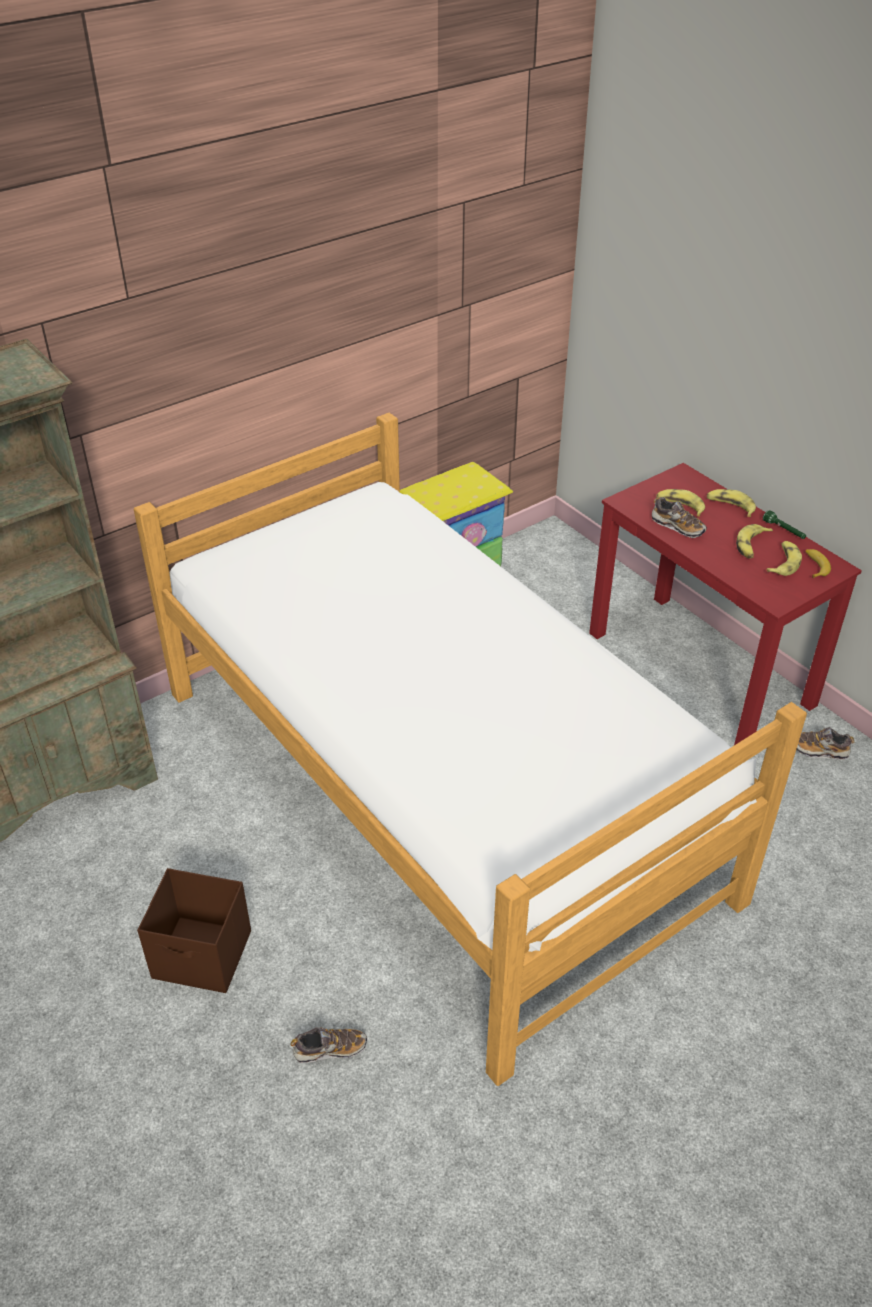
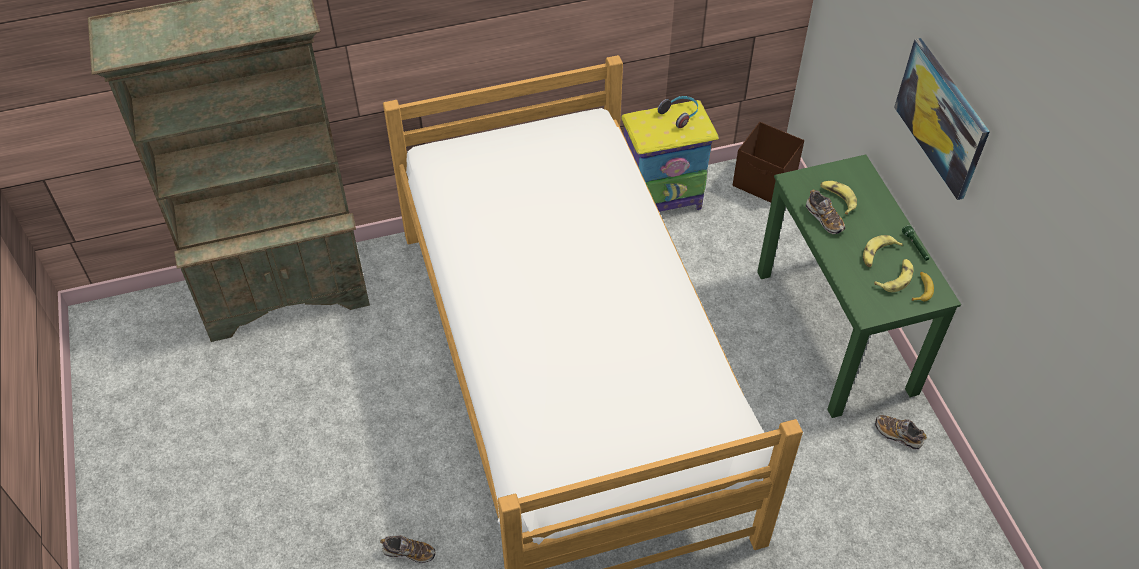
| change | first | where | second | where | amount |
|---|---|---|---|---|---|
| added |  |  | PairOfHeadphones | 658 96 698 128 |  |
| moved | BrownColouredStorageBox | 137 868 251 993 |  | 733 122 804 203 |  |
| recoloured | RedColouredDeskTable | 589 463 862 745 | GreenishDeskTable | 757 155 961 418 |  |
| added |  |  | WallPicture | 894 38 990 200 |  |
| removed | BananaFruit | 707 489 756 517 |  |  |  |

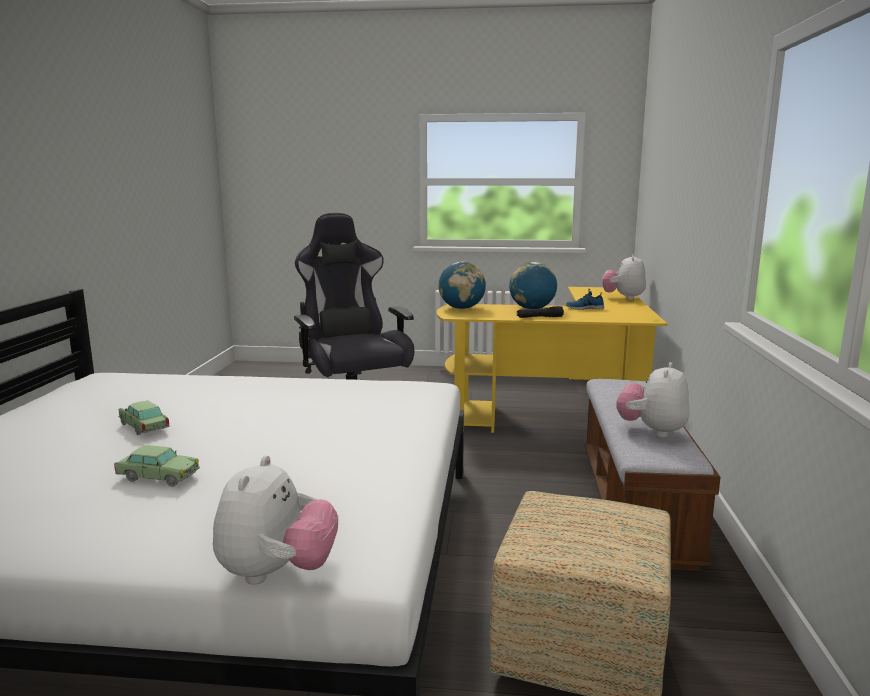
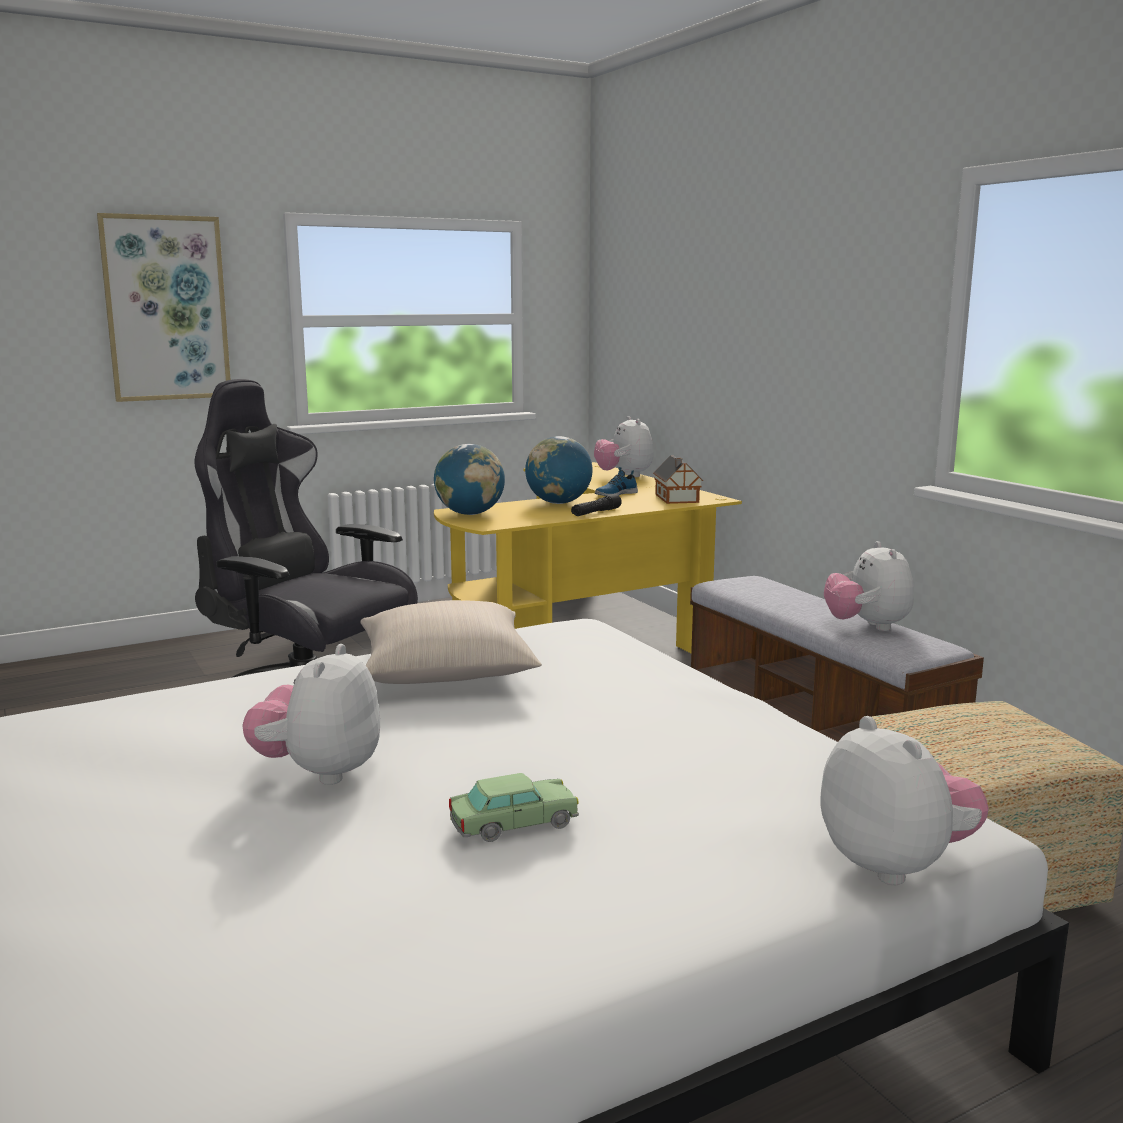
| change | first | where | second | where | amount |
|---|---|---|---|---|---|
| added |  |  | WallPicture | 97 213 231 402 |  |
| replaced | ModelCar | 118 401 170 435 | CuddlyToy | 242 644 380 785 |  |
| added |  |  | BeigeColouredThrowPillow | 361 600 542 684 |  |
| added |  |  | MiniatureHouse | 653 455 703 504 |  |

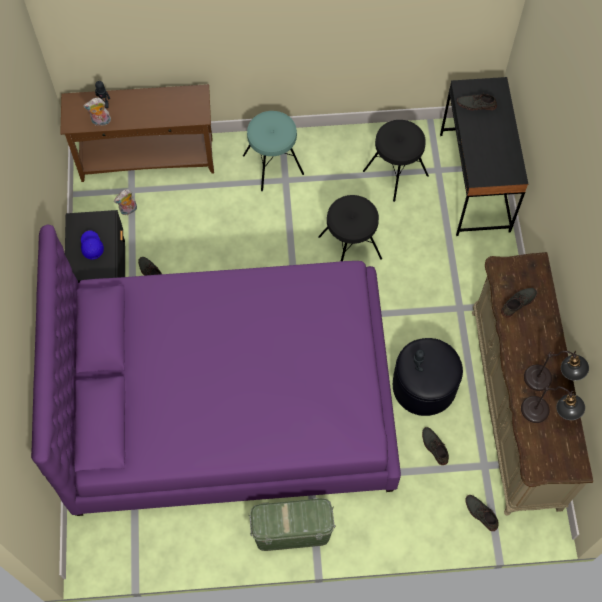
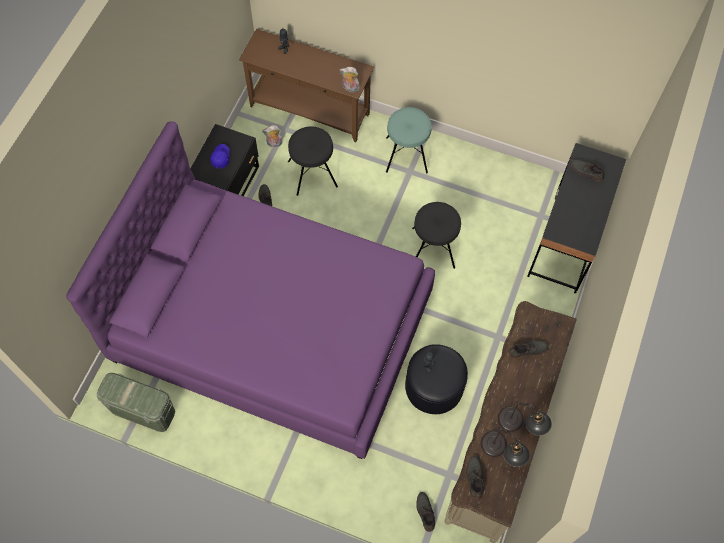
| change | first | where | second | where | amount |
|---|---|---|---|---|---|
| moved | GreenishStorageBox | 249 498 336 551 |  | 97 373 175 432 |  |
| moved | BlackSittingStool | 363 120 429 202 |  | 288 126 338 196 |  |
| moved | CuddlyToy | 83 98 111 126 |  | 340 67 359 94 |  |
| moved | GrayLowShoe | 422 427 449 465 |  | 466 455 484 500 |  |

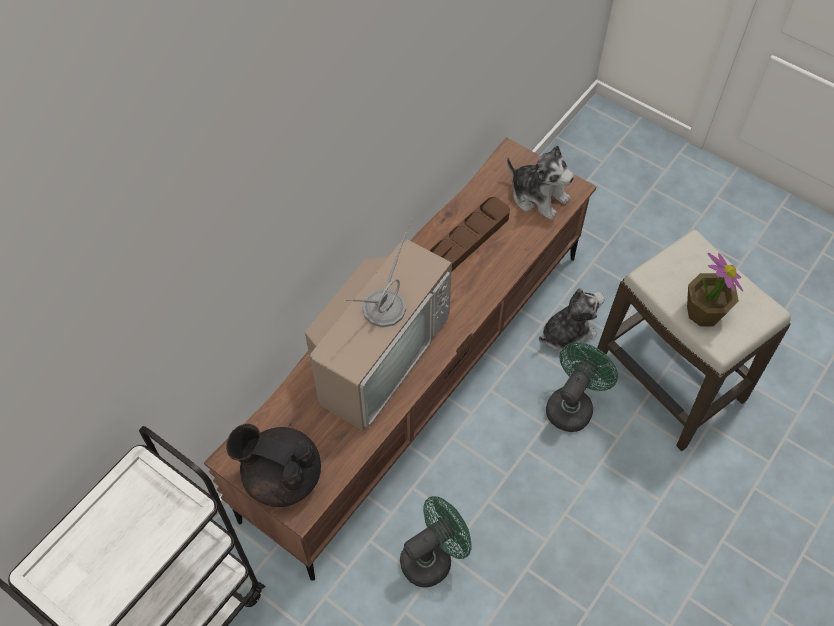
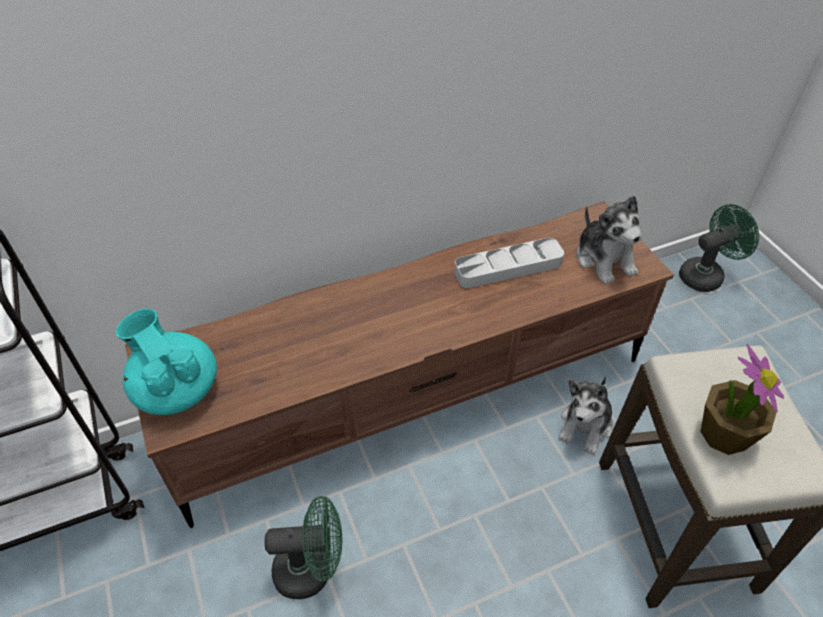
| change | first | where | second | where | amount |
|---|---|---|---|---|---|
| recoloured | BlackPotForTea | 226 424 321 507 | TurquoisePotForTea | 116 308 217 415 |  |
| recoloured | BrownColouredTray | 429 197 510 271 | GrayTray | 454 238 564 288 |  |
| turned | CuddlyToy | 539 288 605 354 |  | 559 377 613 455 | 120 degrees clockwise |
| moved | GreenishElectricFan | 546 342 618 432 |  | 679 204 759 292 |  |
| removed | Television | 305 218 452 431 |  |  |  |

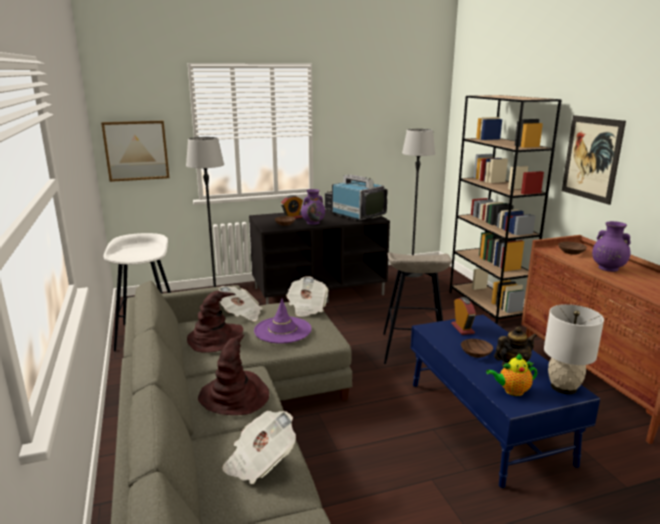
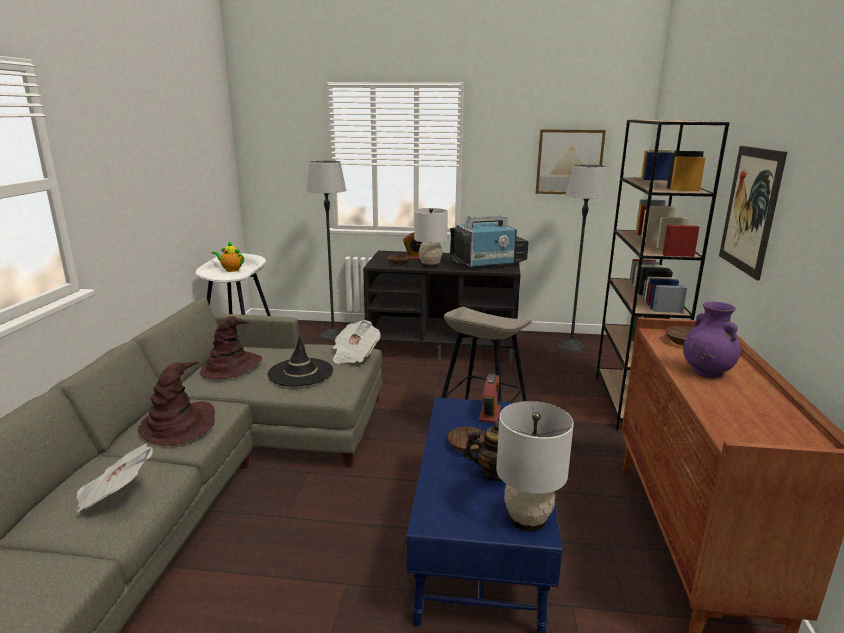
| change | first | where | second | where | amount |
|---|---|---|---|---|---|
| moved | PotForTea | 486 354 537 396 |  | 212 242 244 272 |  |
| recoloured | PurpleColouredWearableHat | 254 298 312 344 | BlackWearableHat | 267 336 333 386 |  |
| replaced | PurpleColouredFlowerVase | 301 189 325 225 | WhiteTableLamp | 414 208 448 268 |  |
| turned | Television | 325 174 388 221 |  | 450 215 529 269 | 90 degrees clockwise |
| moved | WallPicture | 101 121 170 182 |  | 536 129 606 194 |  |
| removed | DailyPaper | 219 286 262 321 |  |  |  |

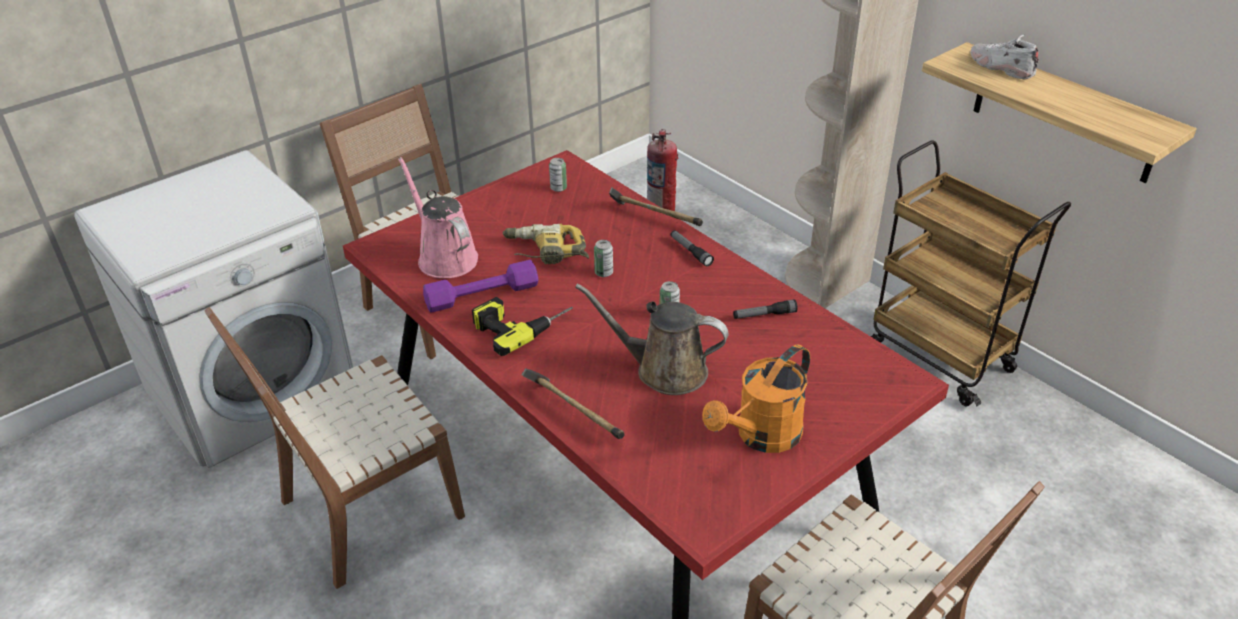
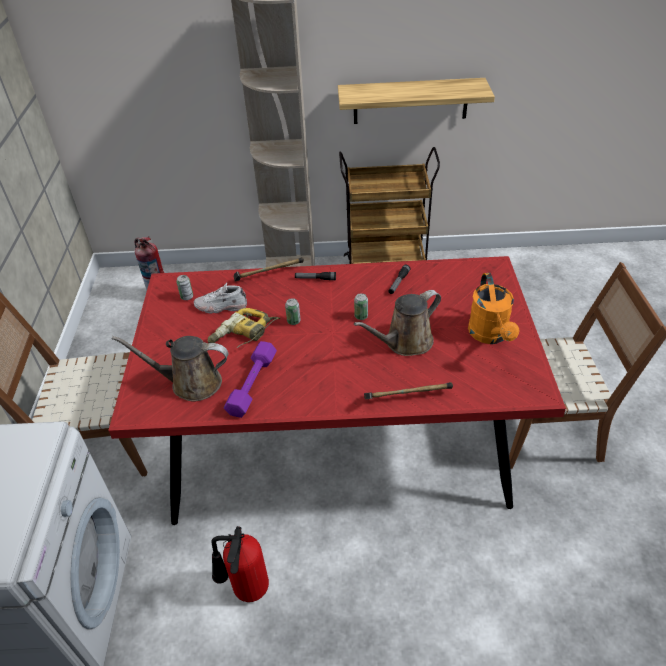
| change | first | where | second | where | amount |
|---|---|---|---|---|---|
| recoloured | PinkSprinklingCan | 398 157 478 278 | BrownColouredSprinklingCan | 112 336 228 402 |  |
| moved | WhiteLowShoe | 970 34 1039 79 |  | 194 282 247 314 |  |
| replaced | UprightChair | 204 307 465 589 | Extinguisher | 212 526 269 602 |  |
| removed | ElectricDrill | 472 297 573 356 |  |  |  |

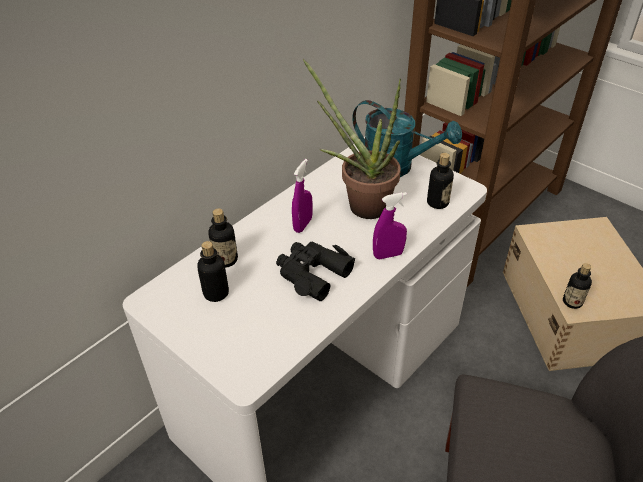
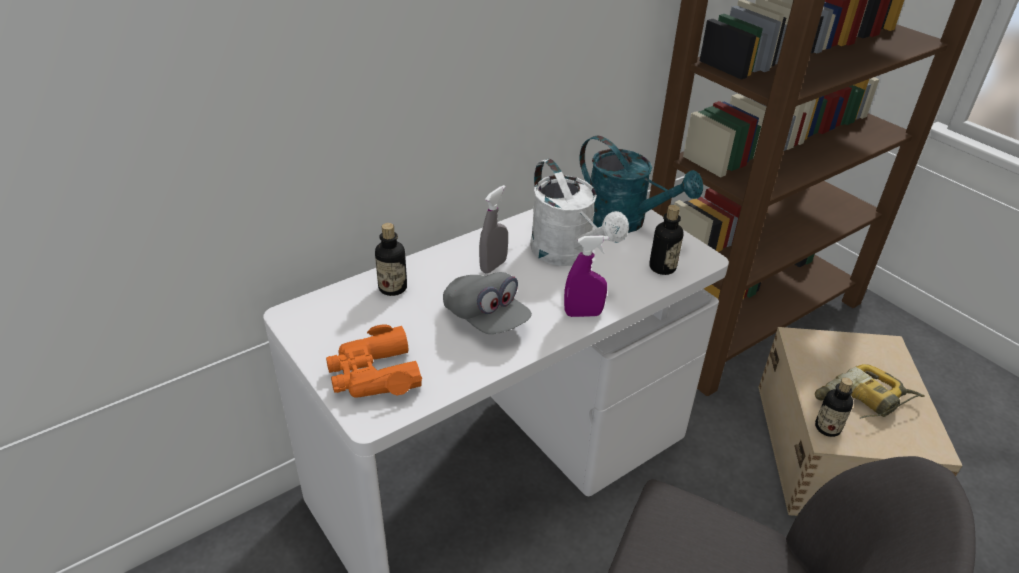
| change | first | where | second | where | amount |
|---|---|---|---|---|---|
| added |  |  | OrangeColouredFieldGlasses | 326 325 422 398 |  |
| replaced | BlackFieldGlasses | 276 242 355 301 | GrayCap | 443 272 532 334 |  |
| recoloured | PurpleColouredSprayBottle | 292 159 313 233 | GraySprayBottle | 479 185 508 273 |  |
| replaced | PlantInAPot | 303 59 401 219 | WhiteSprinklingCan | 530 159 629 266 |  |
| added |  |  | ElectricDrill | 815 364 924 419 |  |
| removed | BeverageBottle | 197 241 229 302 |  |  |  |

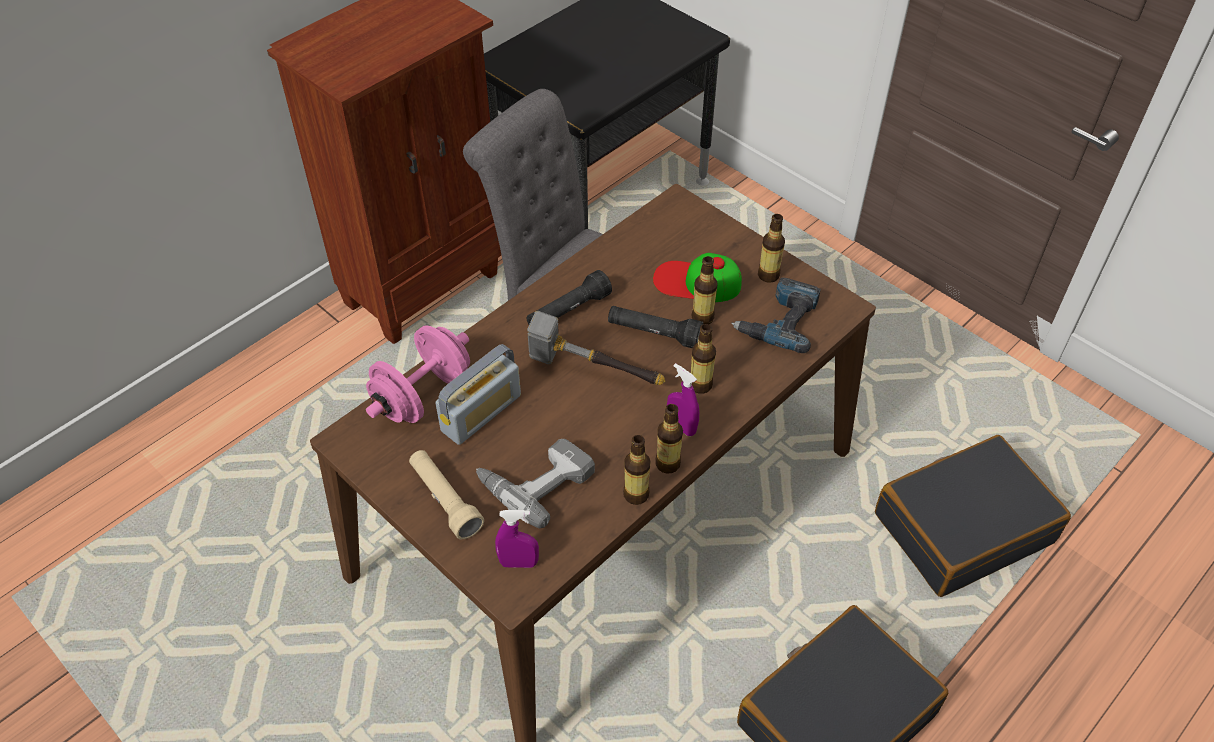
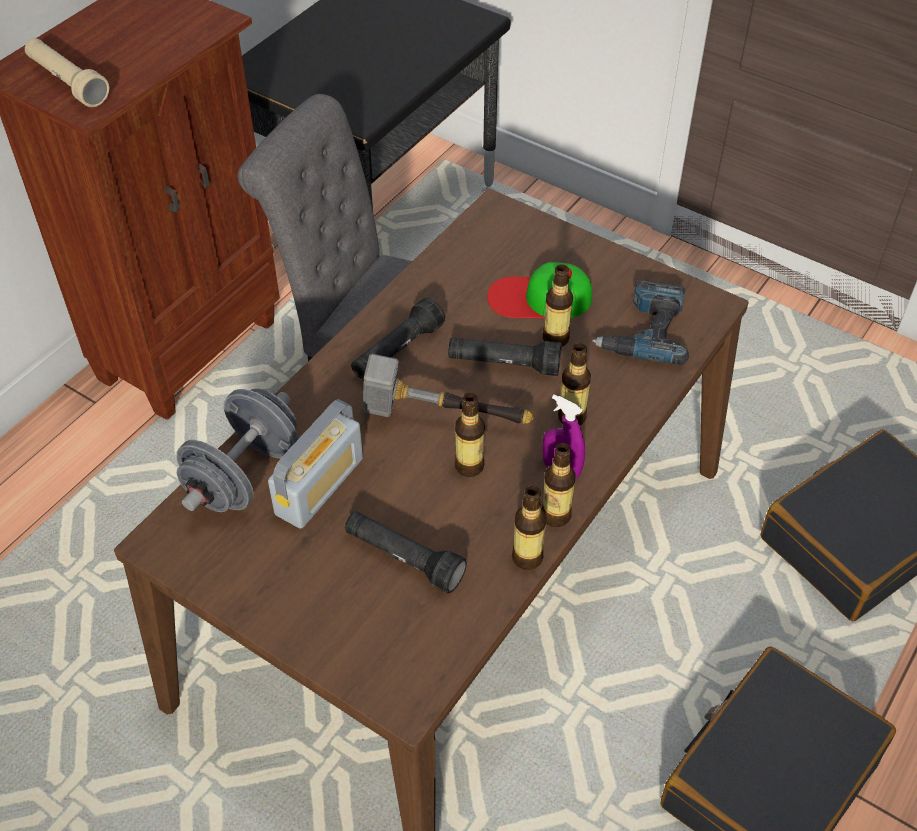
| change | first | where | second | where | amount |
|---|---|---|---|---|---|
| moved | BeigeColouredTorch | 409 450 484 539 |  | 25 38 109 107 |  |
| recoloured | PinkDumbbell | 366 325 470 423 | GrayDumbbell | 176 388 298 512 |  |
| replaced | ElectricDrill | 476 439 595 528 | BlackTorch | 345 511 467 594 |  |
| moved | BeverageBottle | 758 214 785 283 |  | 455 393 485 477 |  |
| removed | PurpleColouredSprayBottle | 495 510 539 568 |  |  |  |

